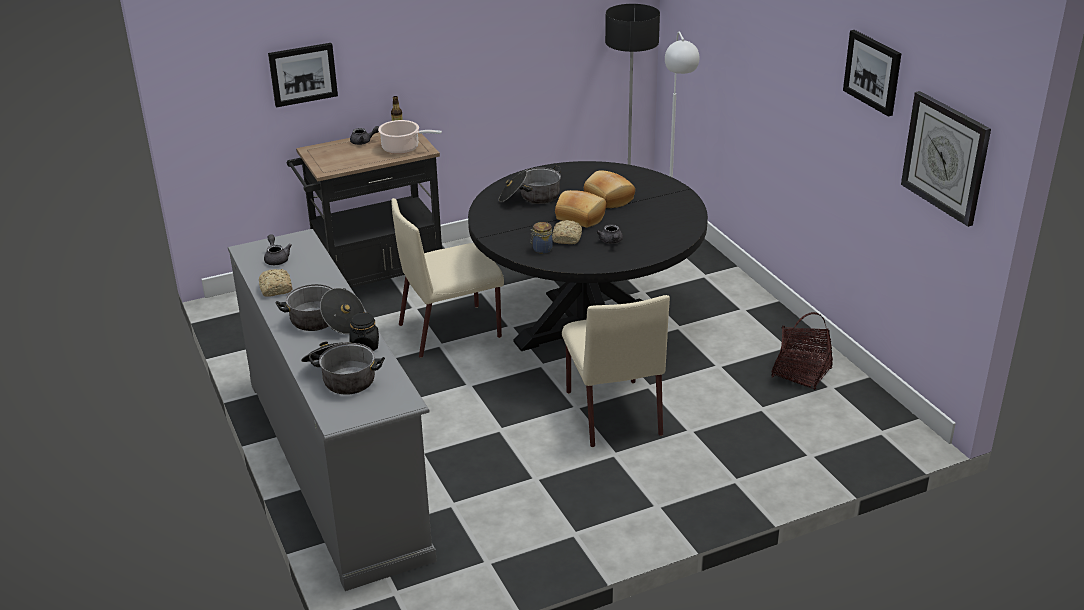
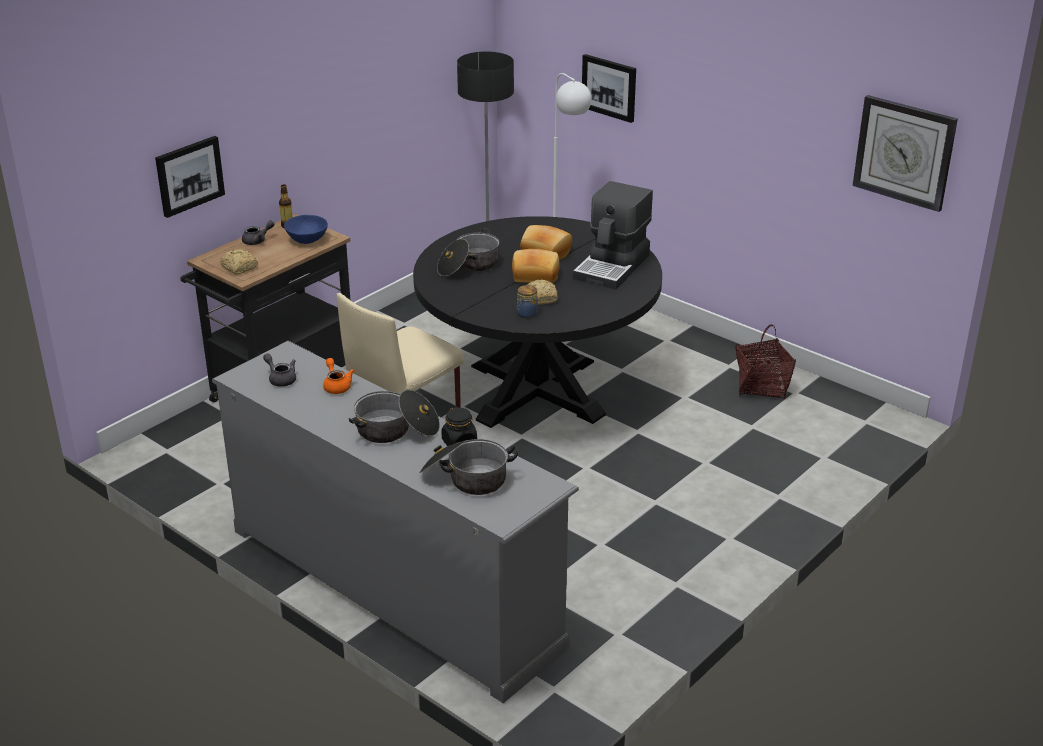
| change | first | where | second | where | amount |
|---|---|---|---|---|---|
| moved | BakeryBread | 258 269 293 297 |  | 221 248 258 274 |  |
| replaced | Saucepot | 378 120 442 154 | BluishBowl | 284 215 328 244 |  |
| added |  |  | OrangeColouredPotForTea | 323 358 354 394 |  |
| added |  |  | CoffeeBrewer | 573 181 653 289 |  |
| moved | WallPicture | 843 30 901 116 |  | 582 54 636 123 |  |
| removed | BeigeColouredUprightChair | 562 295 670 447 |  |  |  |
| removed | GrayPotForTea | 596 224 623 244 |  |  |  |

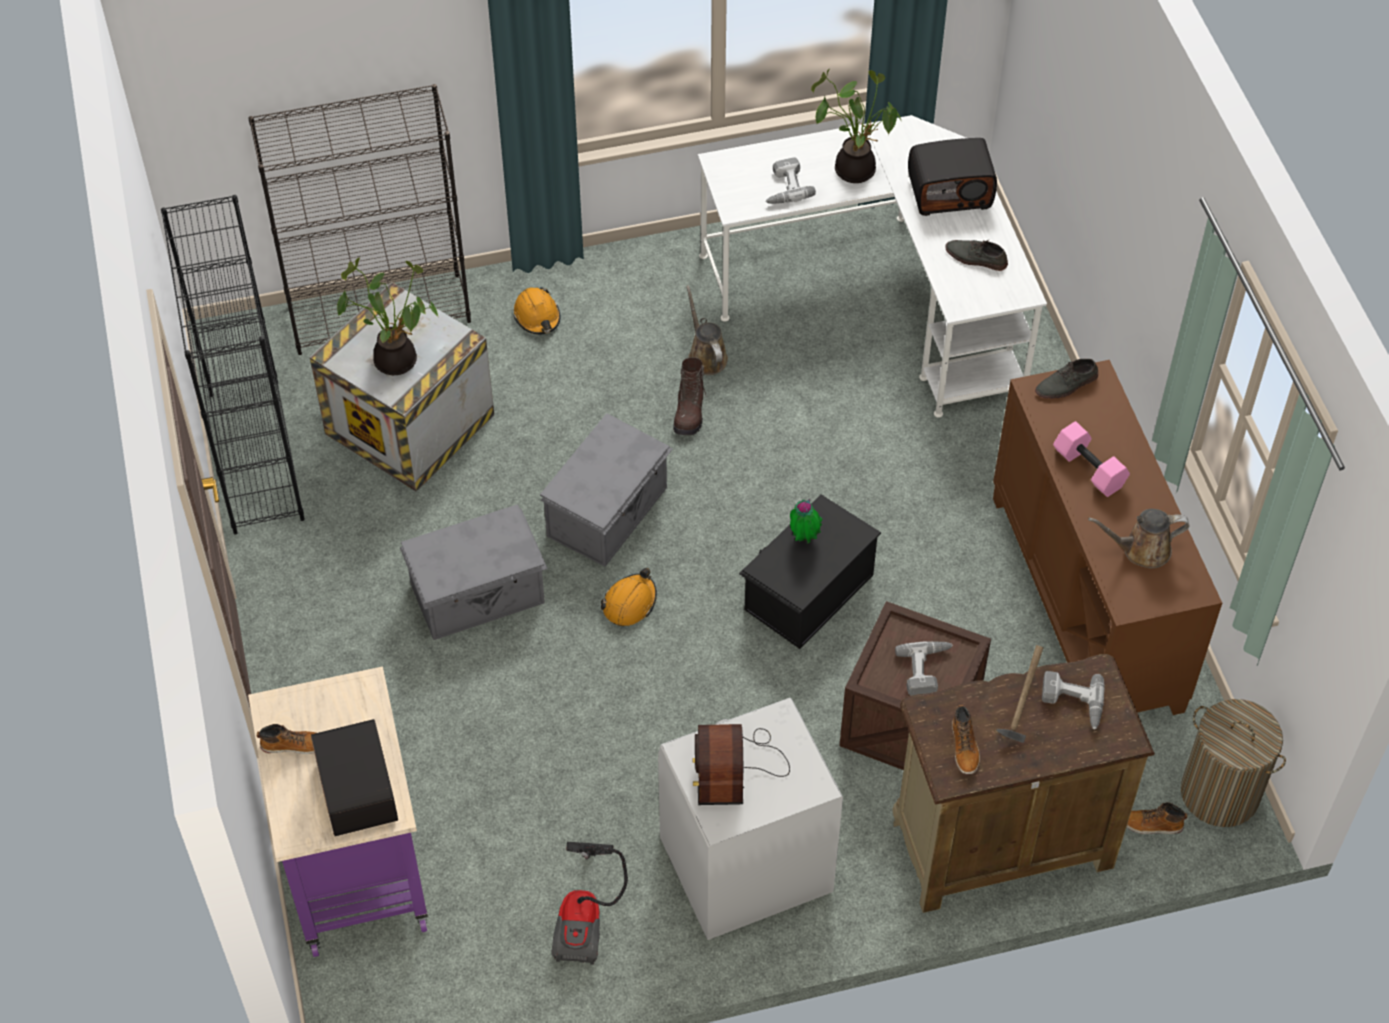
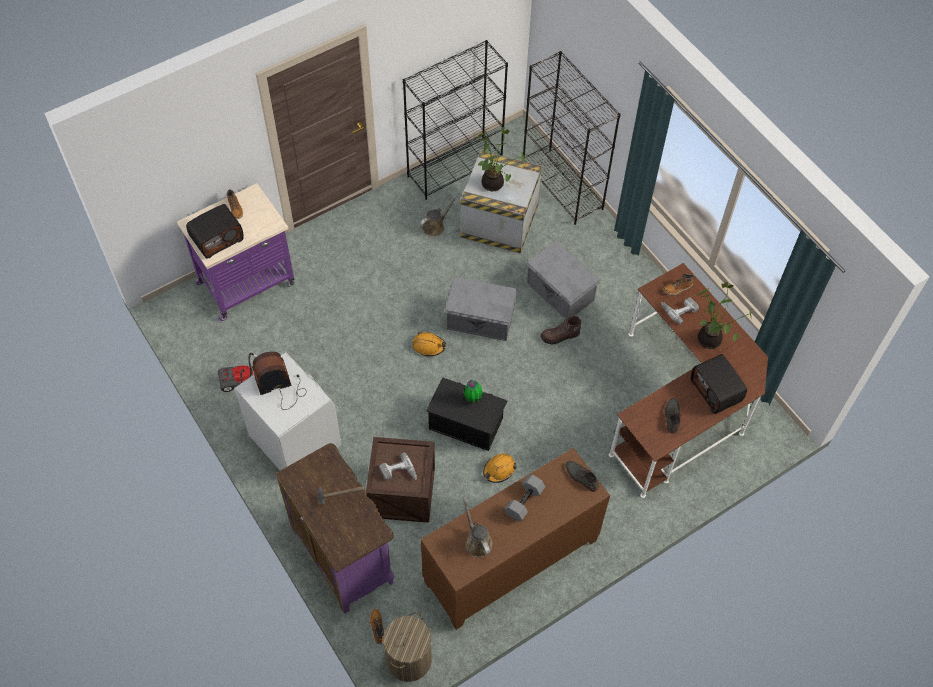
| change | first | where | second | where | amount |
|---|---|---|---|---|---|
| recoloured | BeigeColouredDrawerChest | 893 654 1155 913 | PurpleColouredDrawerChest | 275 443 394 614 |  |
| moved | BrownColouredSprinklingCan | 686 285 728 375 |  | 420 196 458 236 |  |
| moved | OrangeColouredSafetyHelmet | 513 287 560 335 |  | 483 453 517 483 |  |
| recoloured | PinkDumbbell | 1053 421 1130 497 | GrayDumbbell | 504 475 545 522 |  |
| moved | GrayStorageBox | 400 504 548 640 |  | 526 241 600 319 |  |
| recoloured | WhiteDeskTable | 698 115 1047 418 | BrownColouredDeskTable | 609 263 768 498 |  |
| moved | Boot | 952 705 980 774 |  | 663 273 695 295 |  |
| removed | ElectricDrill | 1042 671 1105 730 |  |  |  |

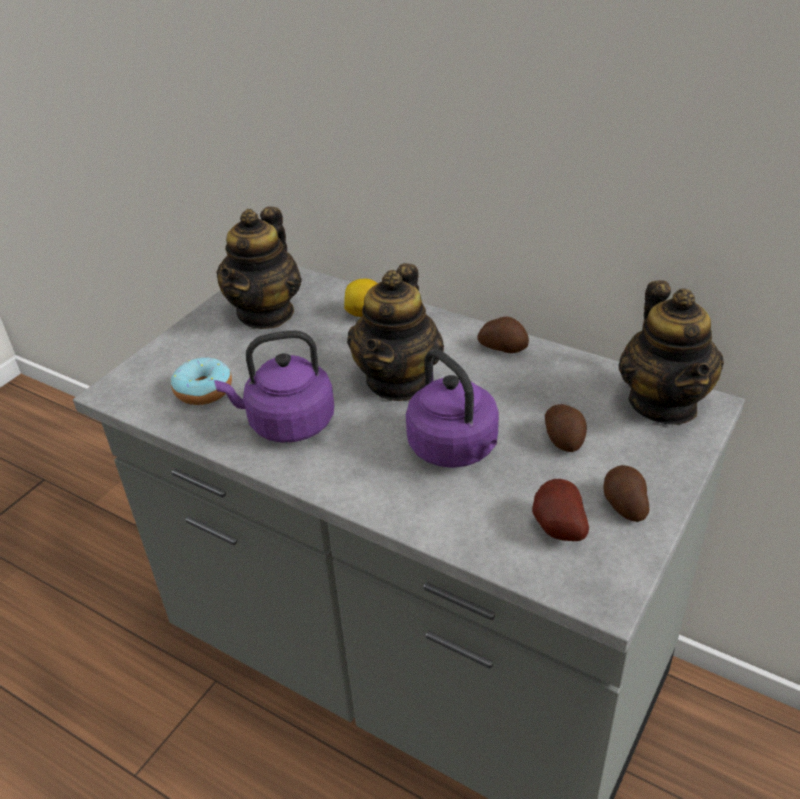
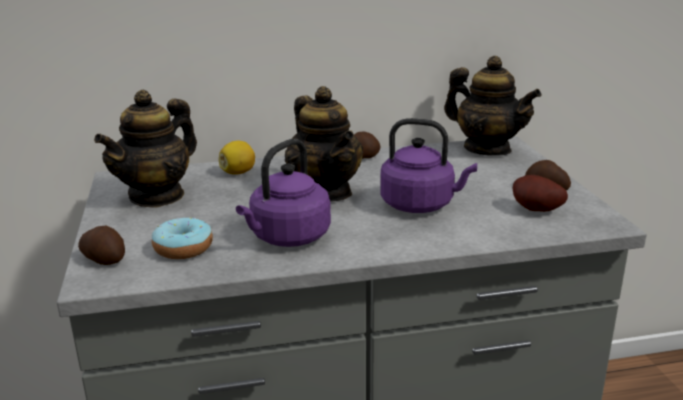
| change | first | where | second | where | amount |
|---|---|---|---|---|---|
| moved | Potato | 545 404 587 452 |  | 78 225 125 265 |  |
| turned | PotForTea | 216 206 302 329 |  | 94 90 197 208 | 60 degrees clockwise |

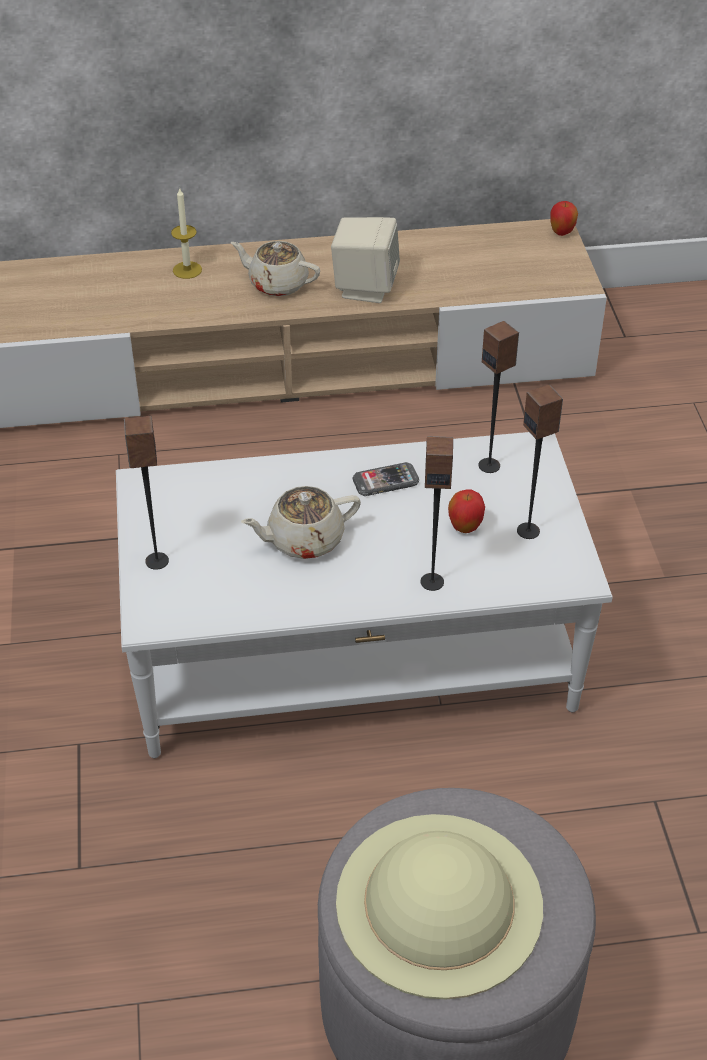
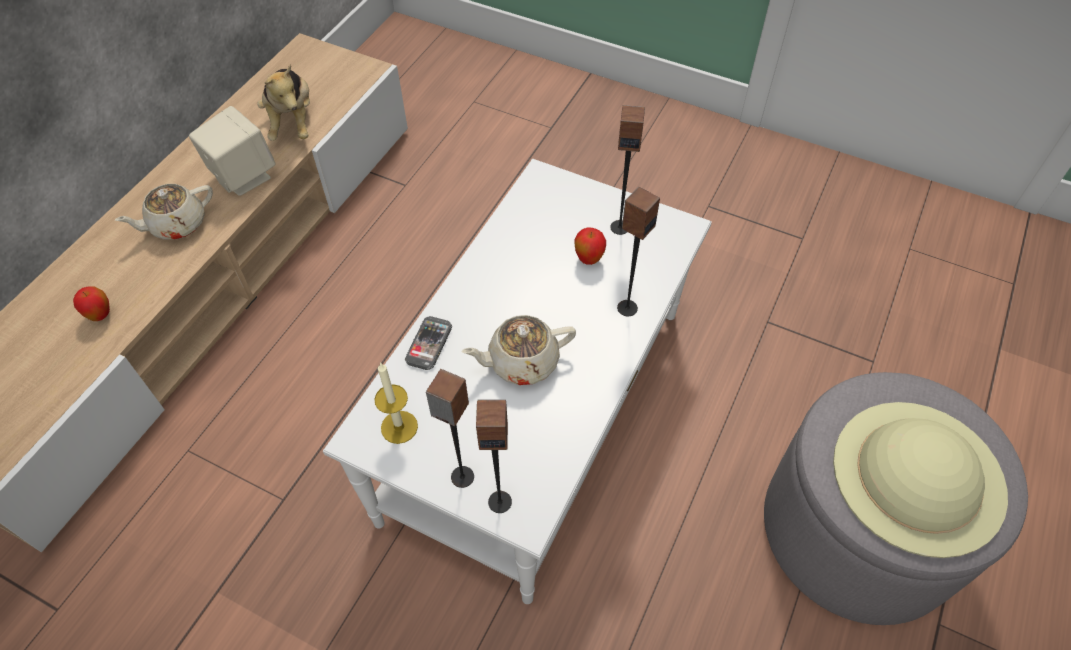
| change | first | where | second | where | amount |
|---|---|---|---|---|---|
| moved | WholeApple | 550 201 578 236 |  | 73 286 110 321 |  |
| added |  |  | CuddlyToy | 257 64 310 141 |  |
| moved | Candle | 171 187 202 279 |  | 374 362 418 444 |  |
| moved | Handset | 353 462 419 496 |  | 405 316 452 370 |  |
| turned | BeigeColouredPotForTea | 241 486 361 559 |  | 462 315 576 385 | 60 degrees clockwise |
| moved | AudioSpeaker | 478 321 519 473 |  | 476 399 512 513 |  |

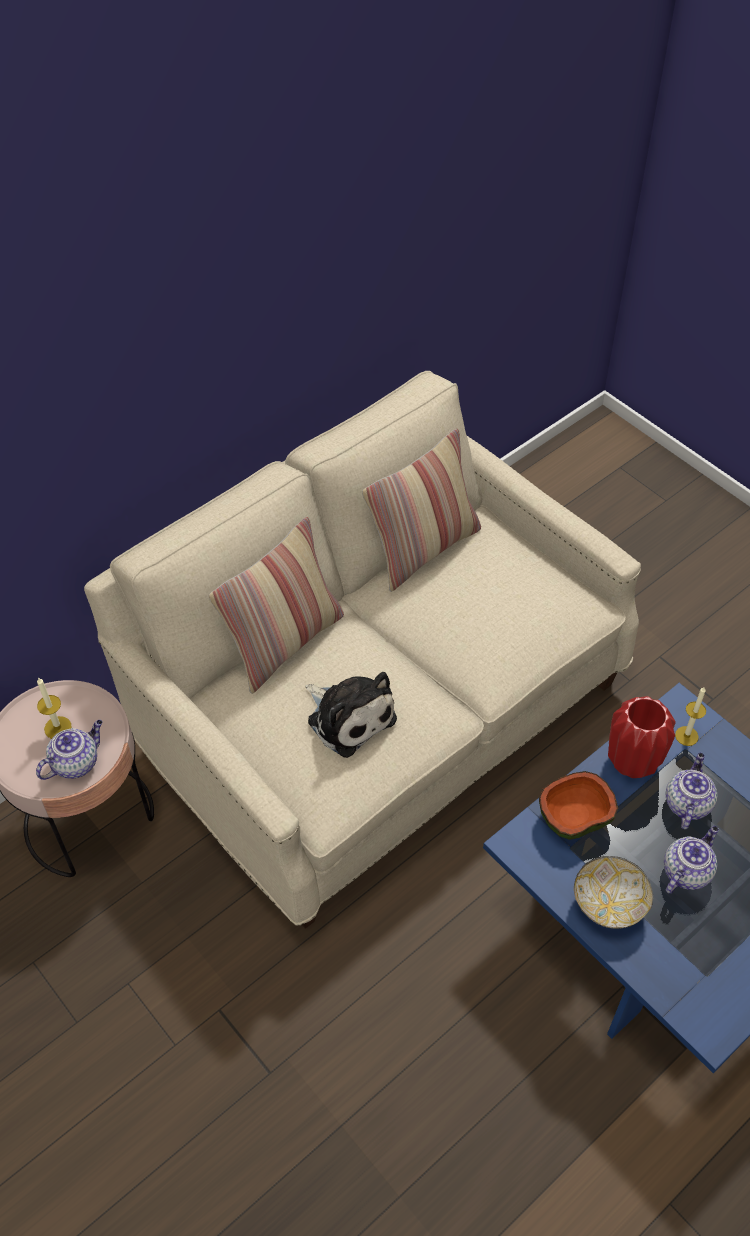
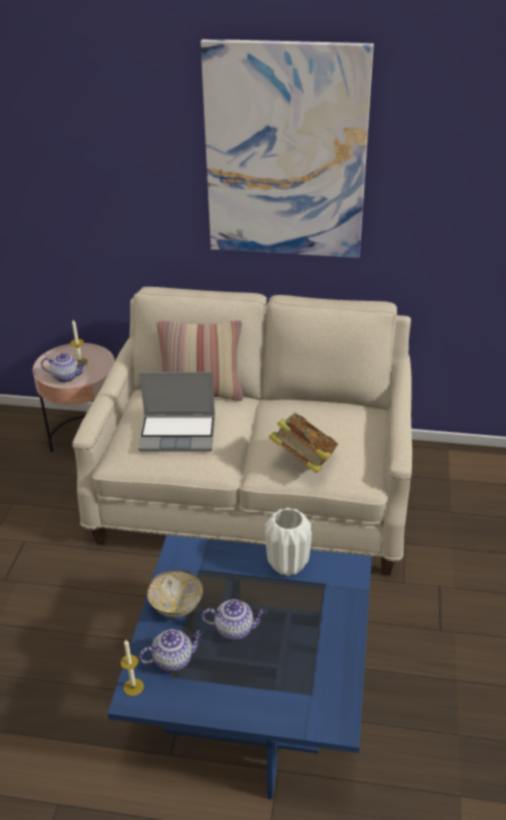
| change | first | where | second | where | amount |
|---|---|---|---|---|---|
| moved | Candle | 675 687 706 746 |  | 121 640 144 696 |  |
| replaced | CuddlyToy | 305 672 397 758 | PortableComputer | 138 372 215 452 |  |
| moved | PotForTea | 666 753 717 829 |  | 139 629 203 672 |  |
| added |  |  | WallPicture | 201 39 374 258 |  |
| recoloured | RedColouredFlowerVase | 608 696 676 778 | WhiteFlowerVase | 265 508 312 576 |  |
| added |  |  | Volume | 269 413 338 473 |  |
| removed | ThrowPillow | 362 429 481 592 |  |  |  |
| removed | Bowl | 539 771 618 840 |  |  |  |

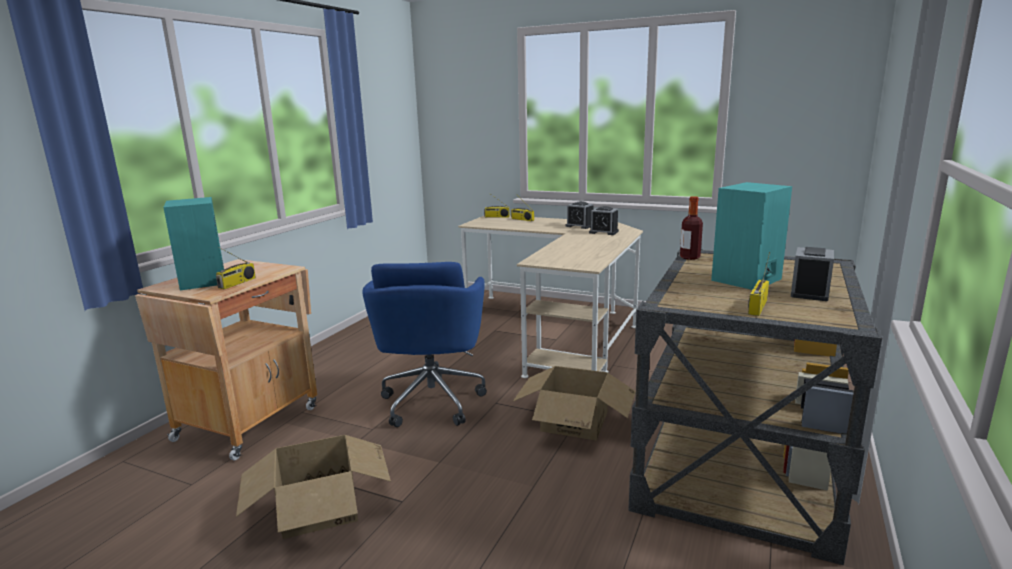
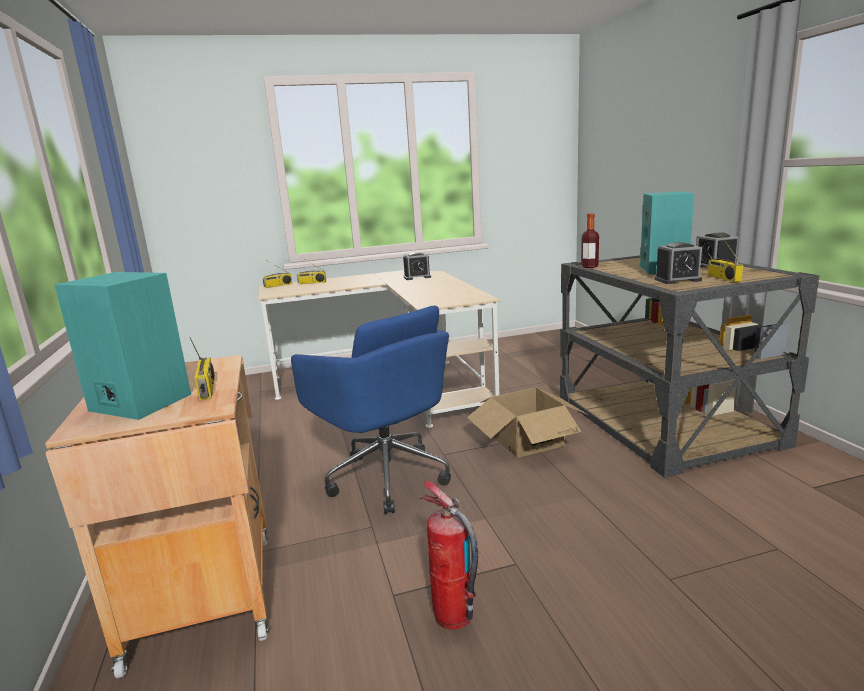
| change | first | where | second | where | amount |
|---|---|---|---|---|---|
| replaced | Carton | 236 435 391 539 | Extinguisher | 420 481 478 630 |  |
| moved | BedsideClock | 566 201 593 229 |  | 654 242 702 284 |  |

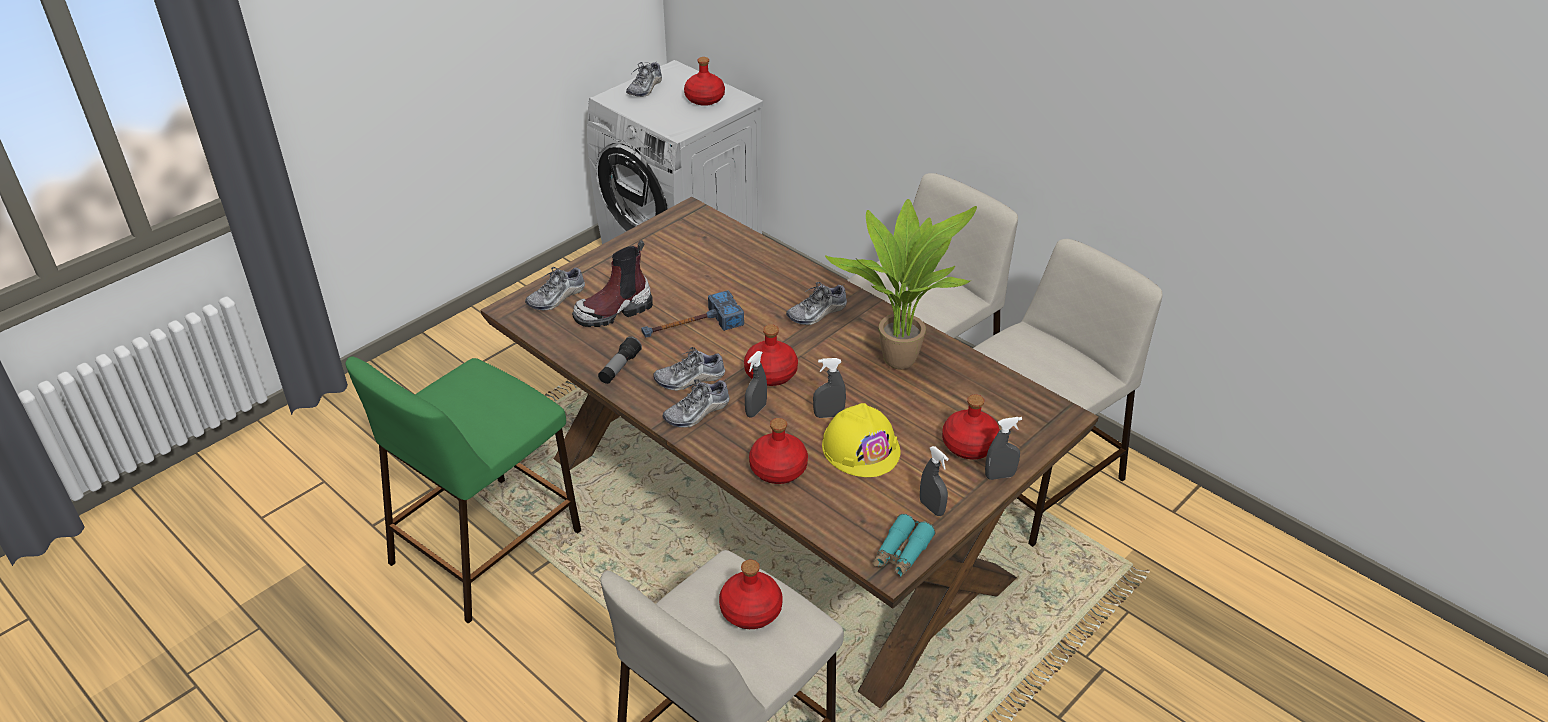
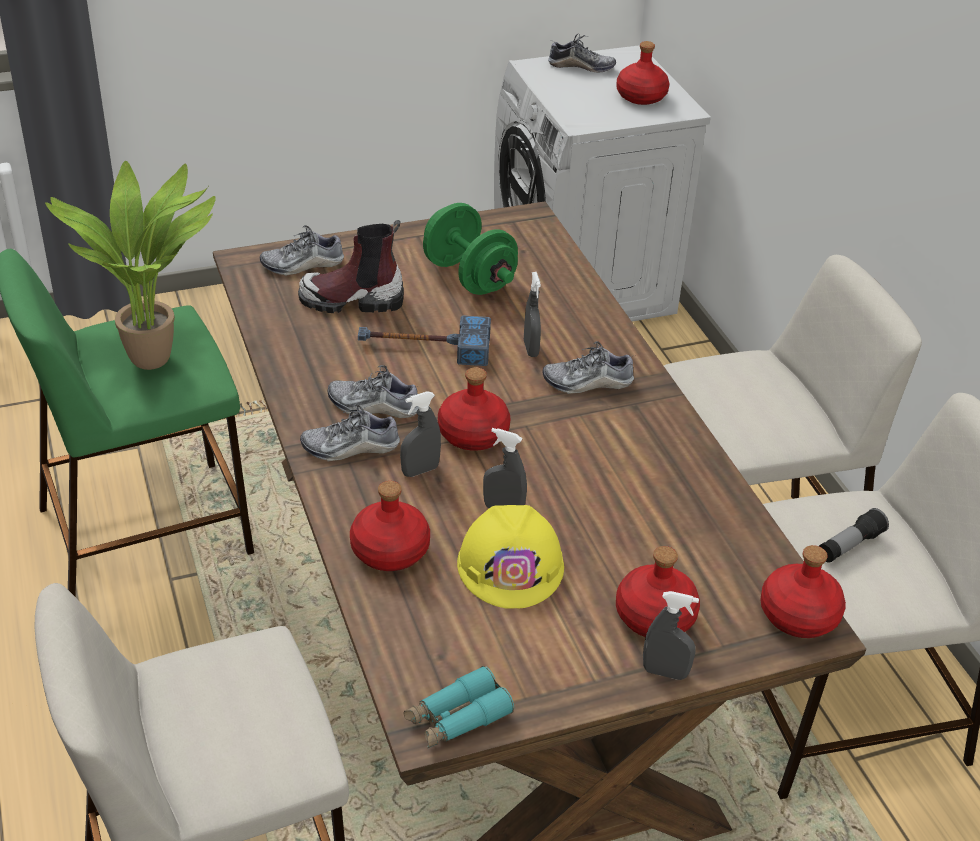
| change | first | where | second | where | amount |
|---|---|---|---|---|---|
| moved | PlantInAPot | 825 199 977 370 |  | 45 161 216 370 |  |
| added |  |  | GreenishDumbbell | 423 203 518 295 |  |
| moved | GraySprayBottle | 920 446 949 516 |  | 524 272 541 357 |  |
| turned | LowShoe | 626 62 662 97 |  | 548 34 616 72 | 135 degrees counterclockwise |
| moved | RedColouredBeverageBottle | 719 560 783 629 |  | 760 545 846 638 |  |
| moved | Torch | 598 336 642 384 |  | 819 508 889 563 |  |

